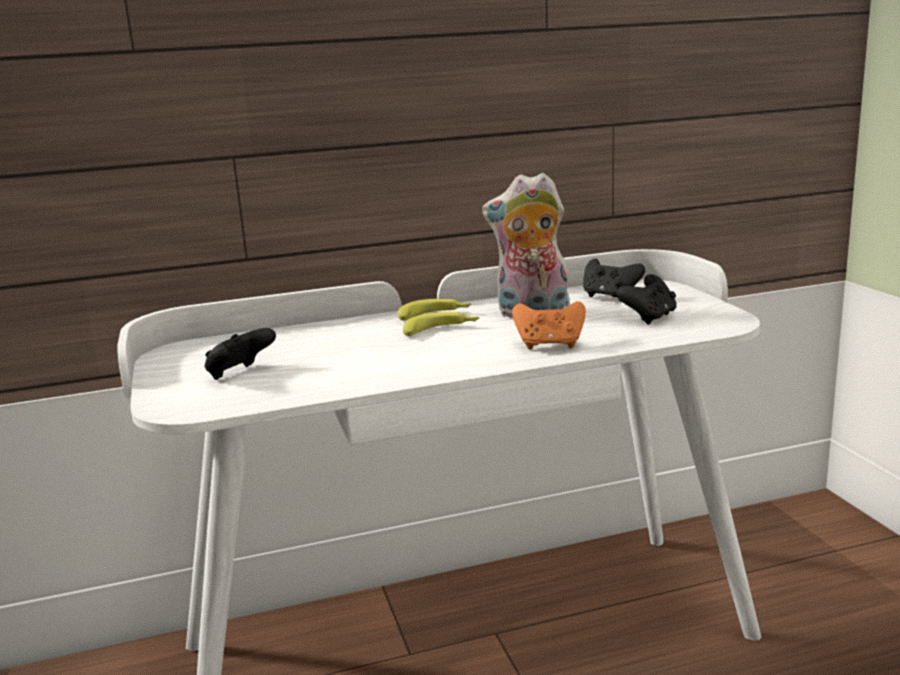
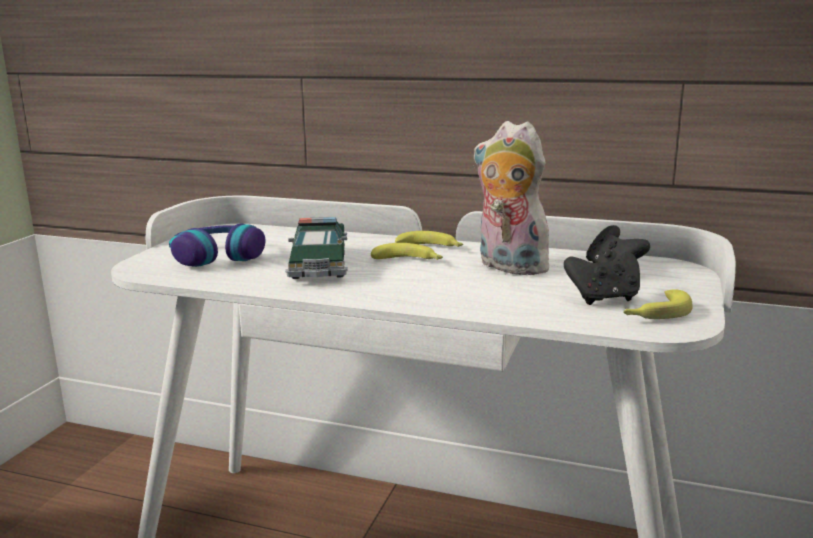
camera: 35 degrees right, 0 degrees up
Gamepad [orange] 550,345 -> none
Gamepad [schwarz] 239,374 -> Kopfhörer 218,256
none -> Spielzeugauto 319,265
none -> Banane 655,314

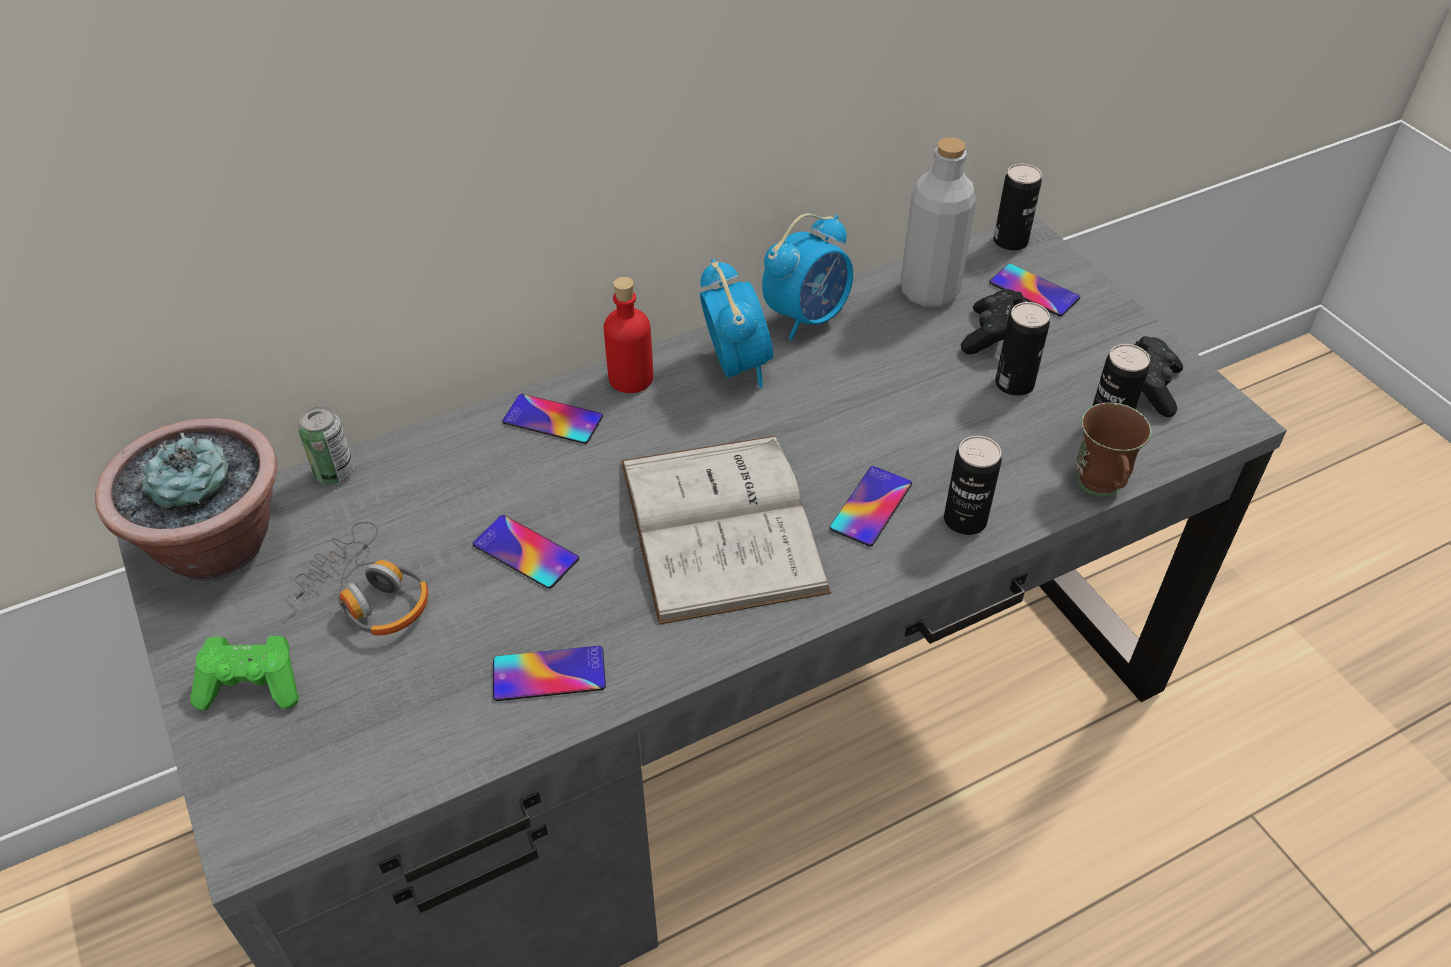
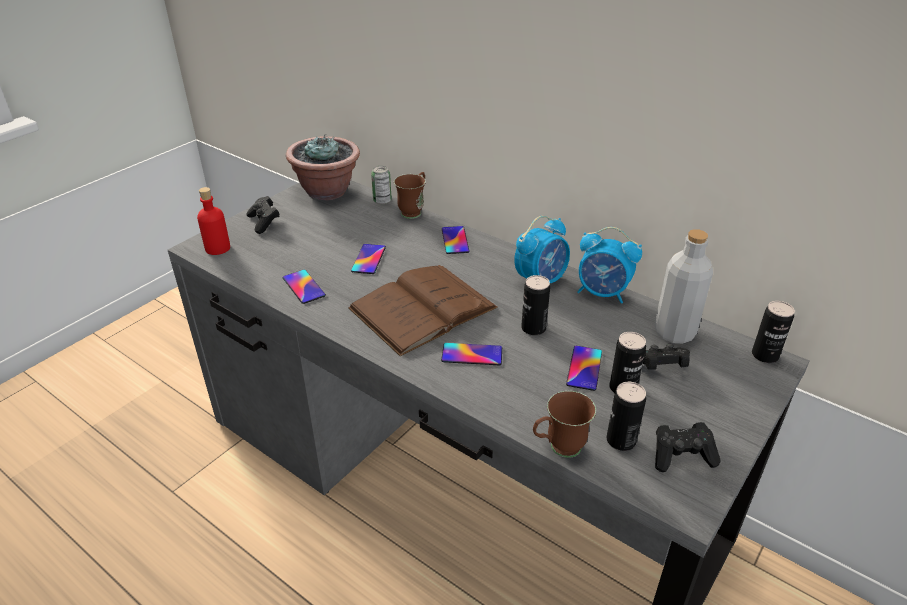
camera: 65 degrees right, 10 degrees down
Handy 1034,291 -> Handy 584,368, relocated
Flasche [rot] 630,378 -> Flasche [rot] 217,248, relocated
Buch [weiß] 721,525 -> Buch [braun] 422,308
Dose 965,520 -> Dose 533,328, relocated
Kopfhörer 369,594 -> none
Gamepad [grün] 253,685 -> Gamepad [schwarz] 264,222
none -> Henkelbecher [braun] 414,211

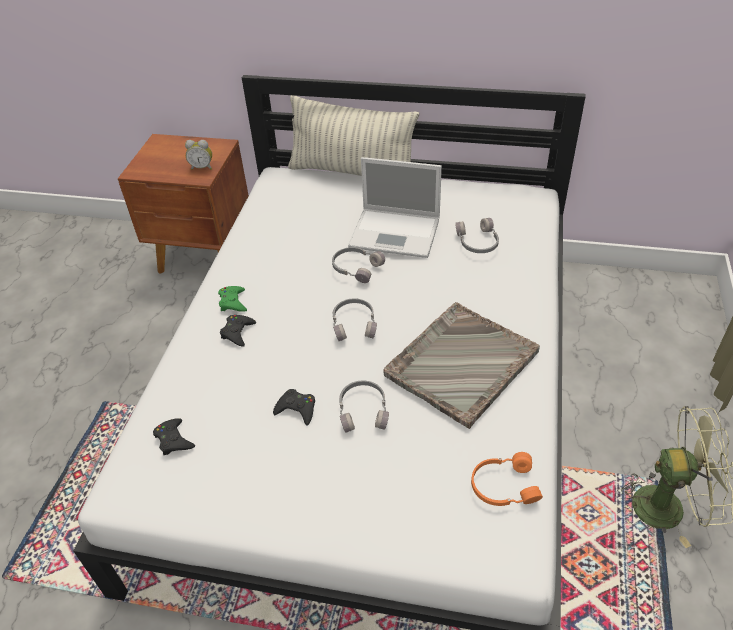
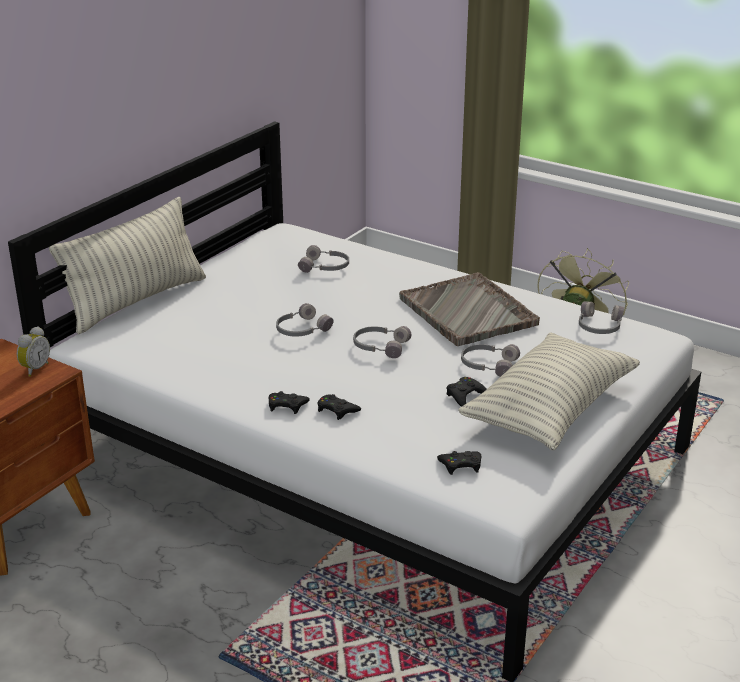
camera: 70 degrees left, 15 degrees down
Laptop 396,233 -> none
Gamepad [grün] 233,302 -> Gamepad [schwarz] 287,406
Kopfhörer [orange] 503,485 -> Kopfhörer [grau] 598,326
none -> Kissen 550,410

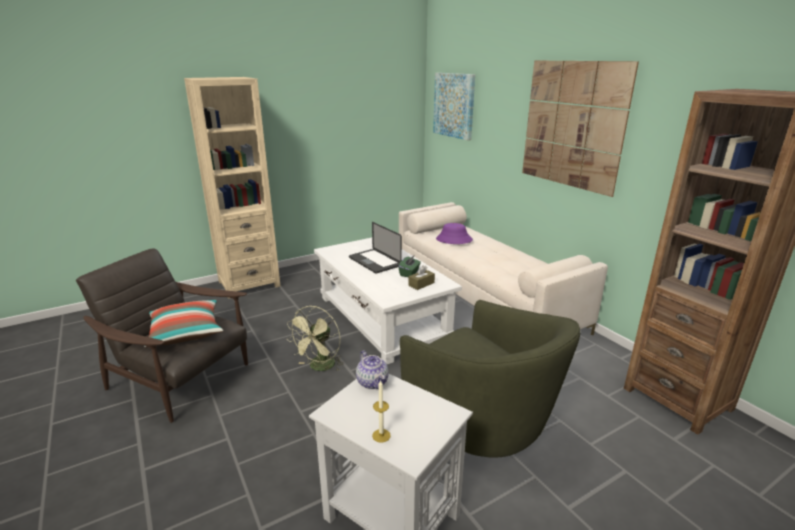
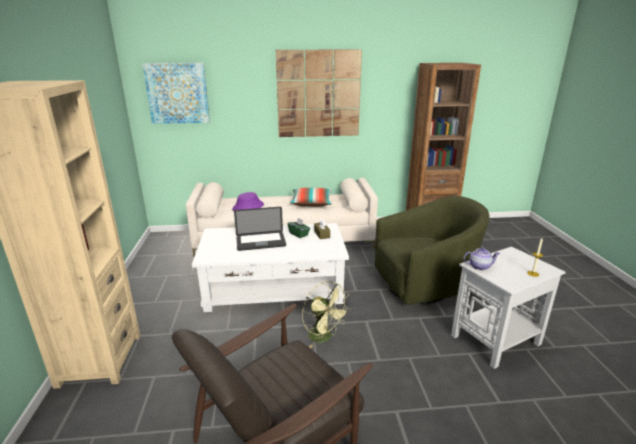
camera: 65 degrees left, 0 degrees up
Kissen 186,332 -> Kissen 311,203, relocated

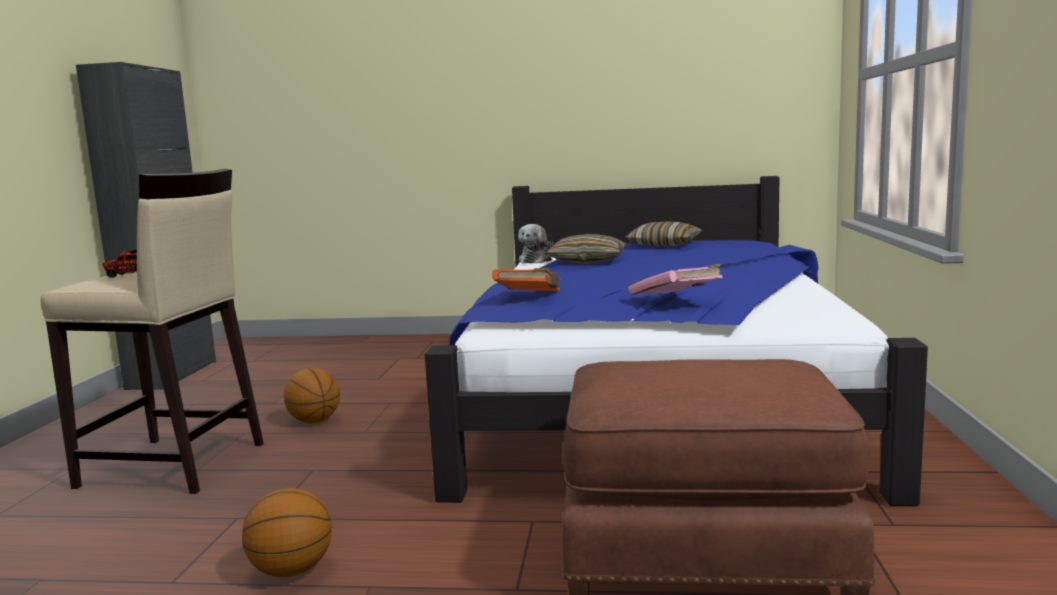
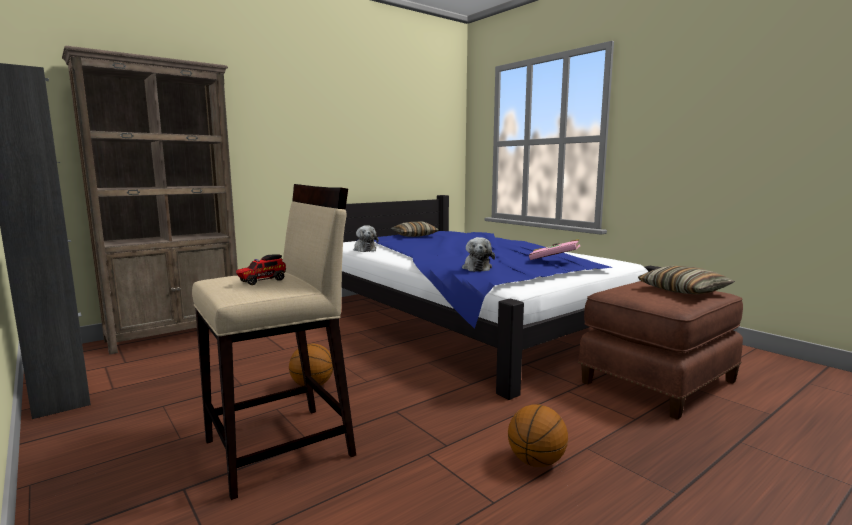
camera: 45 degrees left, 0 degrees up
Kissen 588,261 -> Kissen 683,291, relocated
Buch [orange] 530,298 -> Plüschtier 476,268
none -> Bücherregal [braun] 176,334

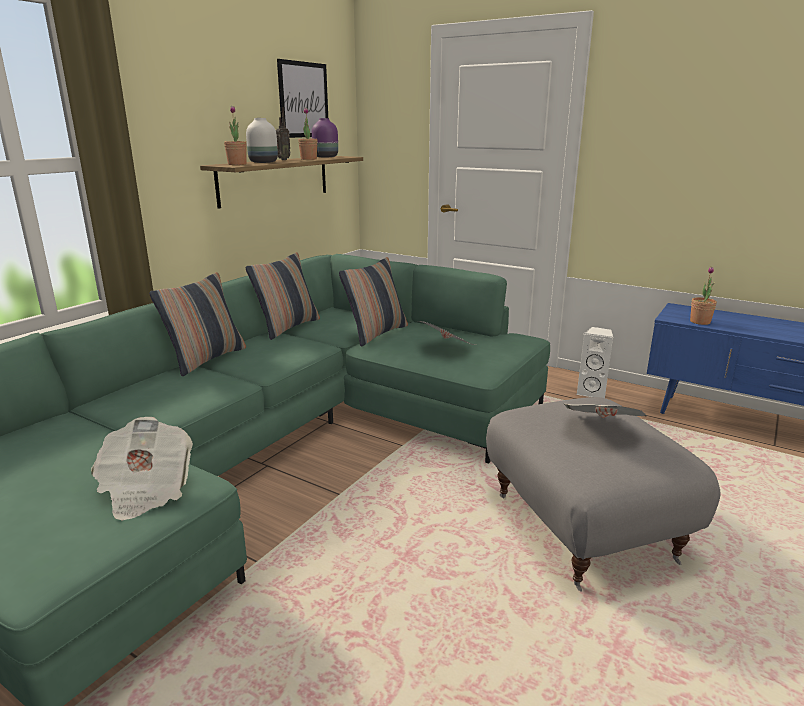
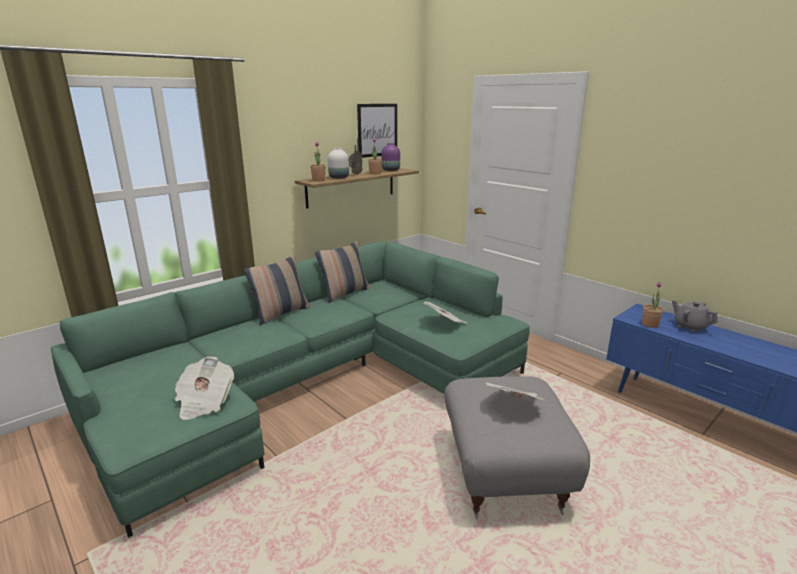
camera: 15 degrees right, 0 degrees up
Kissen 376,333 -> none
Lautsprecher [weiß] 592,392 -> none
none -> Teekanne [grau] 690,327

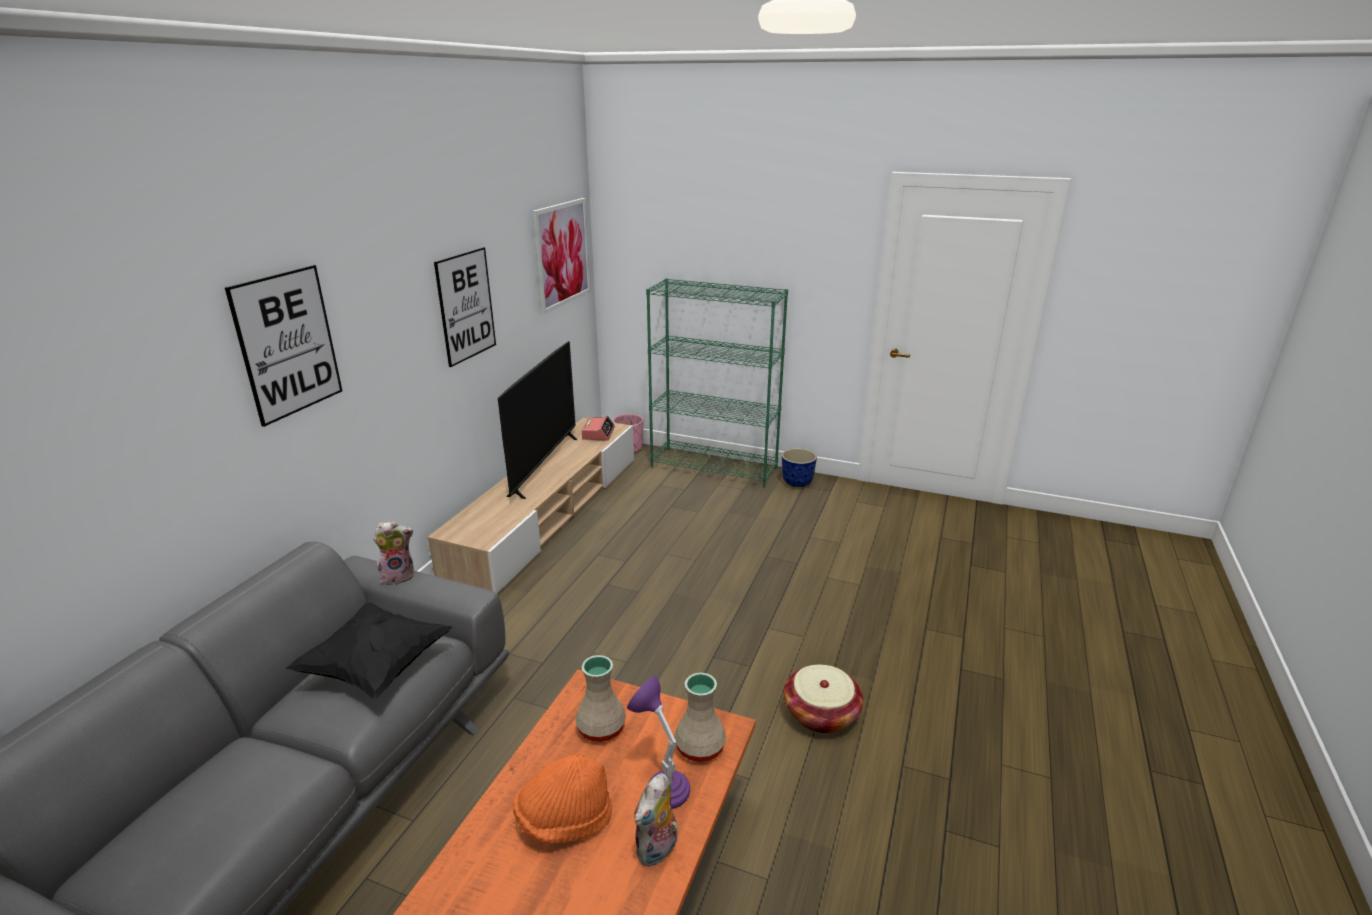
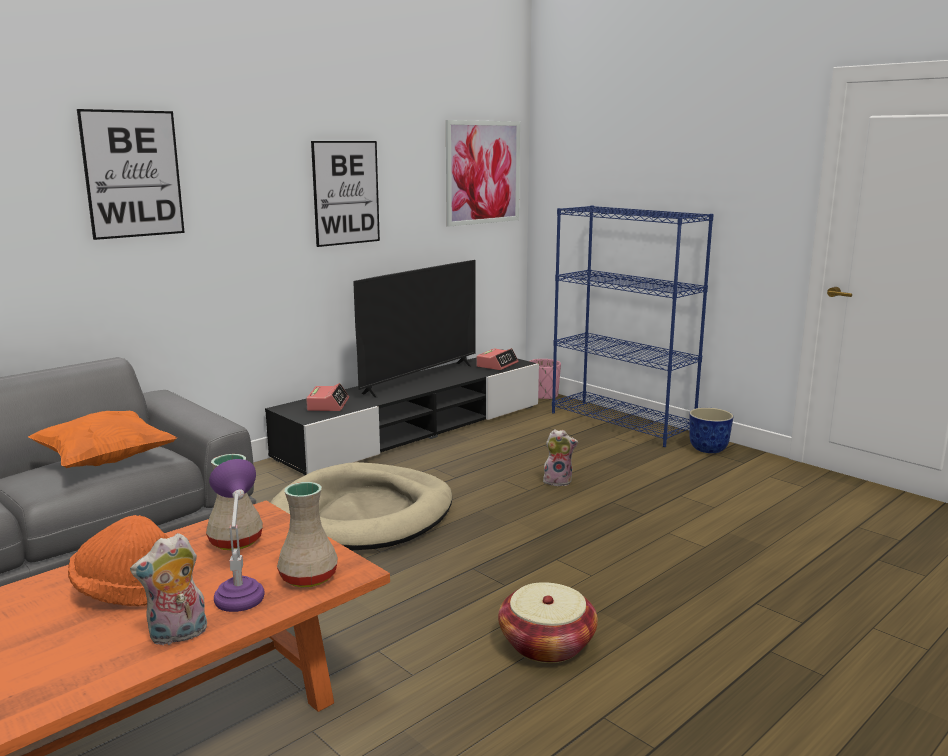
camera: 25 degrees right, 10 degrees down
Bücherregal [grün] 714,467 -> Bücherregal [blau] 622,423
Fernsehschrank [beige] 548,513 -> Fernsehschrank [schwarz] 415,430
Plüschtier 398,576 -> Plüschtier 558,481, relocated
Kissen [schwarz] 376,667 -> Kissen [orange] 105,461
none -> Wecker 328,405
none -> Hundebett [beige] 363,514

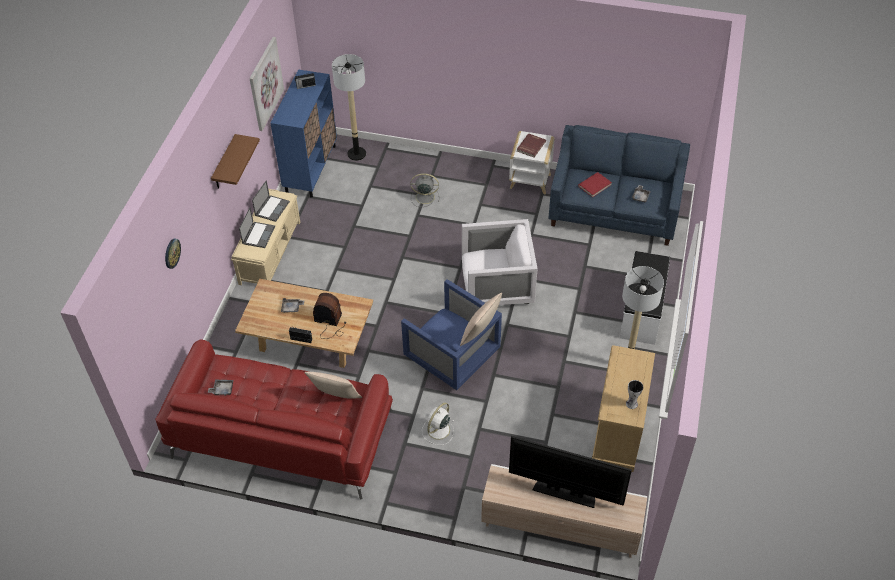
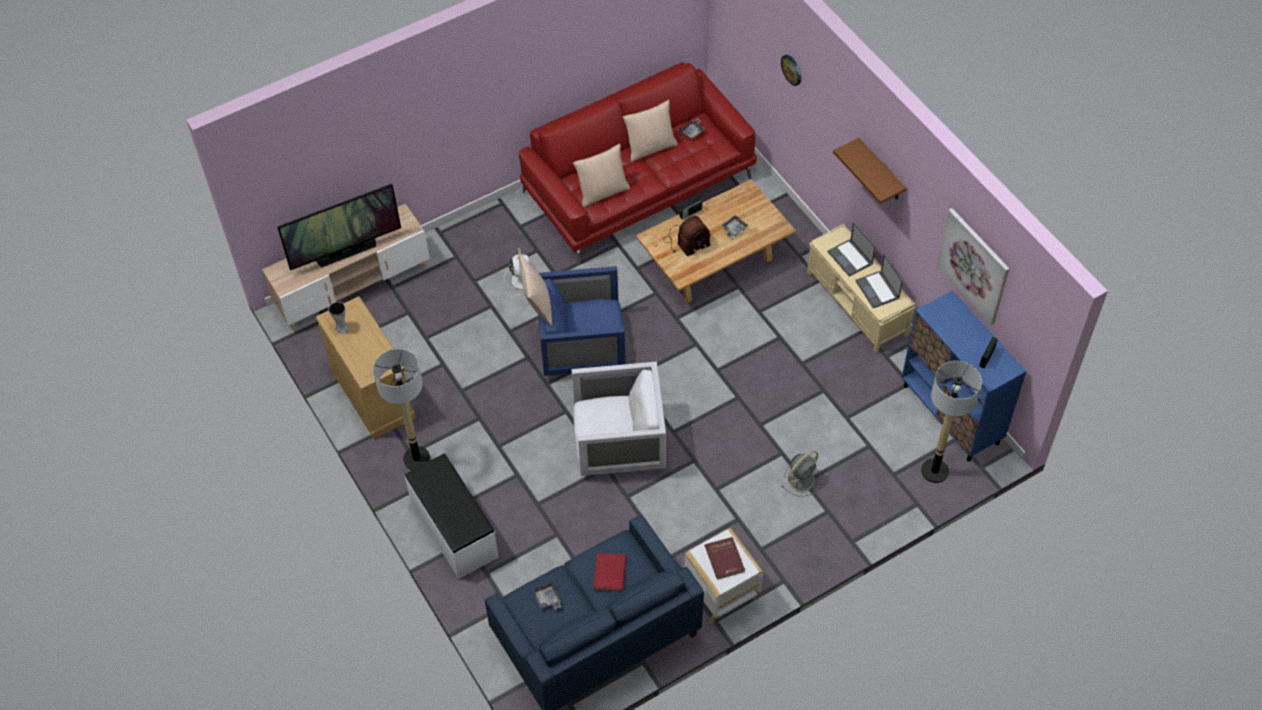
camera: 135 degrees right, 5 degrees up
Sessel [weiß] 496,285 -> Sessel [weiß] 618,442, 135 degrees counterclockwise
none -> Kissen [beige] 650,147

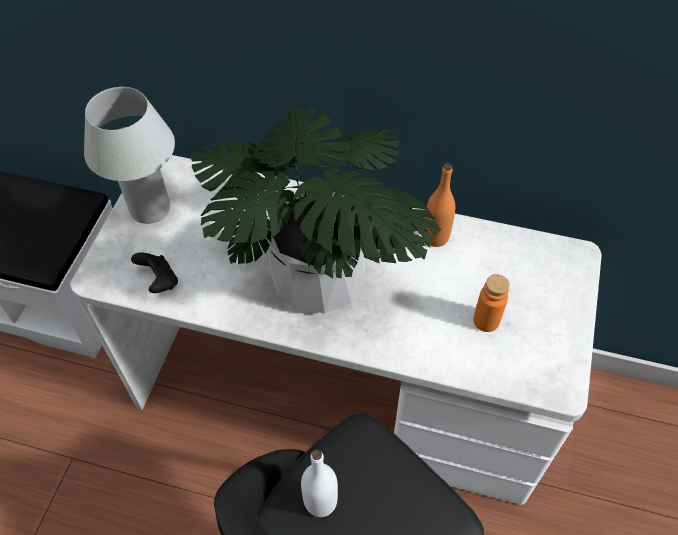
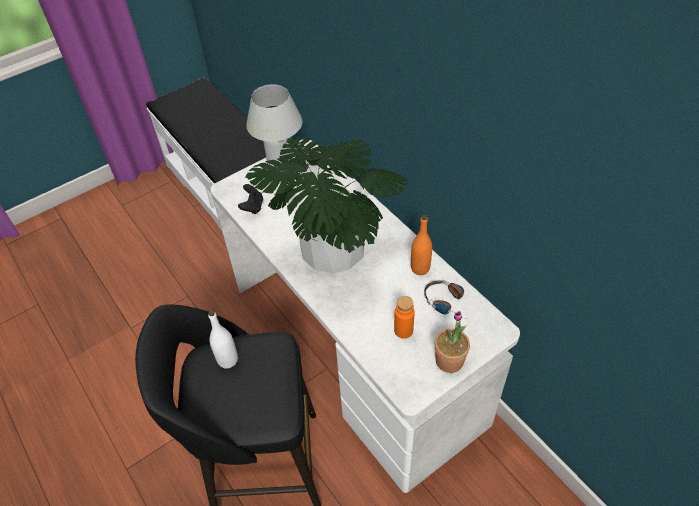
camera: 40 degrees right, 5 degrees down
none -> Kopfhörer 448,303
none -> Topfpflanze 449,361

